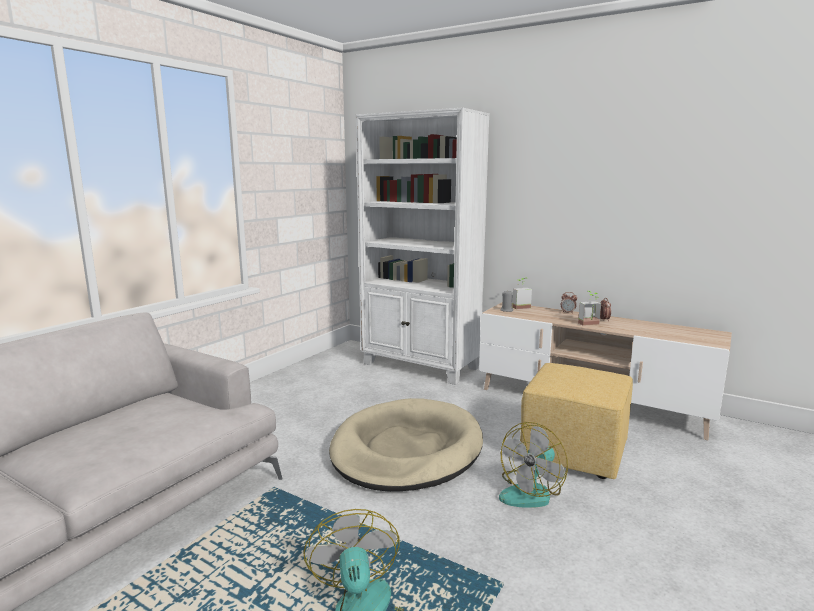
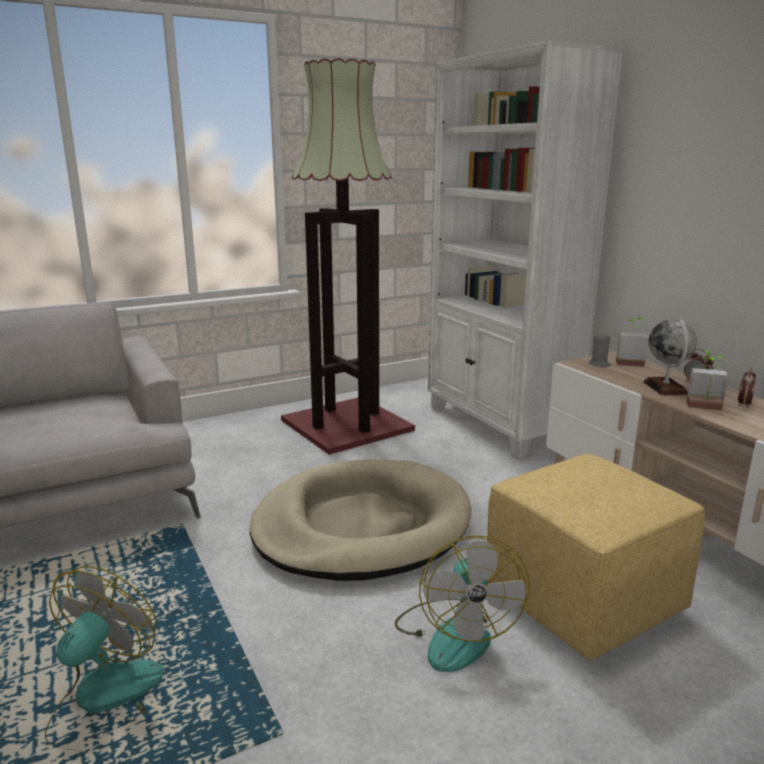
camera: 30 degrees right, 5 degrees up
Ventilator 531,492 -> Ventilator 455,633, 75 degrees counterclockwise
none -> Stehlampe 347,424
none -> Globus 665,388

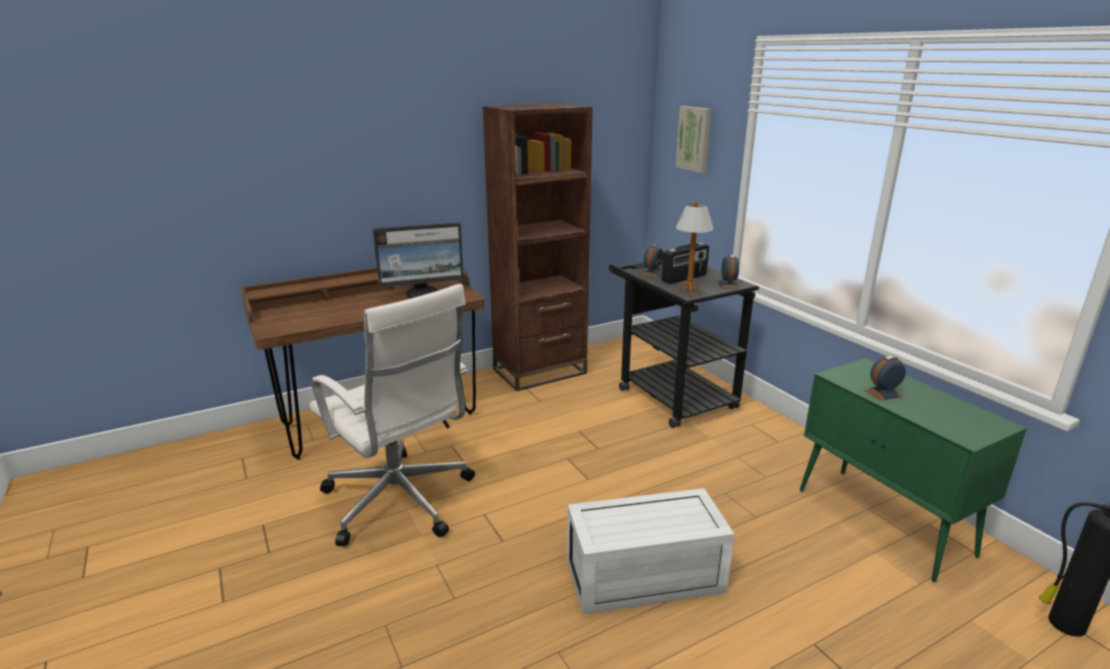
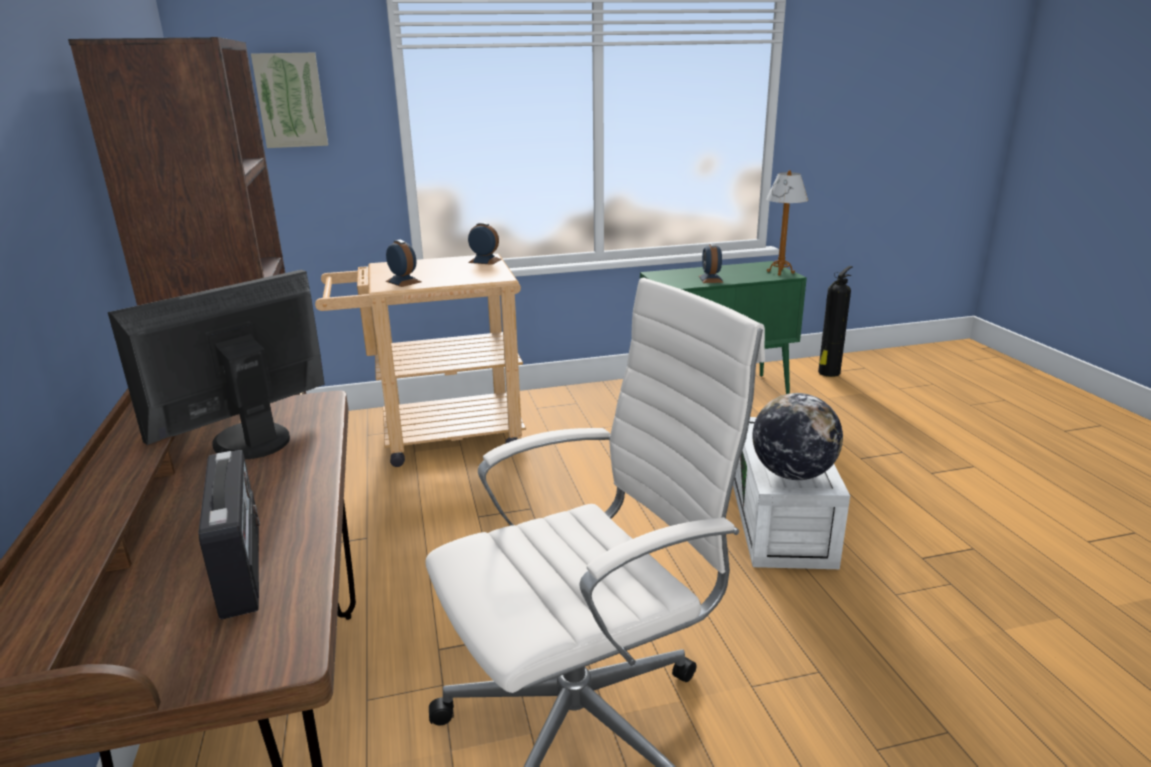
camera: 75 degrees left, 0 degrees up
Tischlampe 689,293 -> Tischlampe 780,272, relocated
Monitor 423,294 -> Monitor 249,441, 135 degrees counterclockwise
Radio 684,278 -> Radio 243,568, relocated
Rollwagen [schwarz] 670,394 -> Rollwagen [beige] 437,437
none -> Globus 792,474

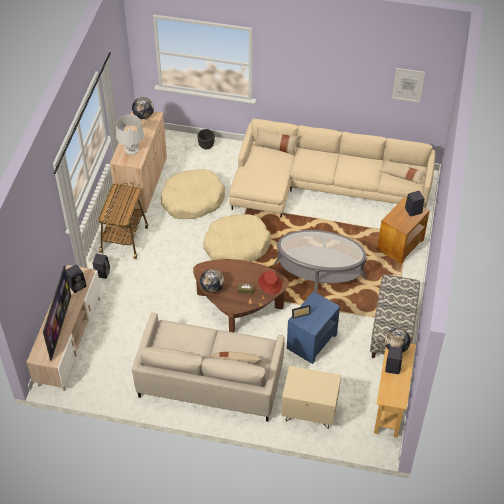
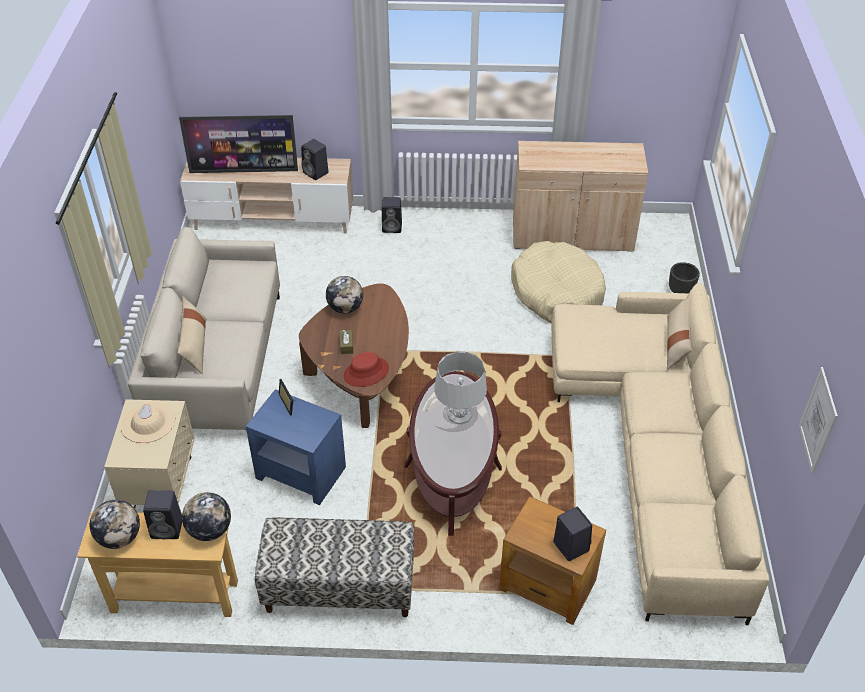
camera: 80 degrees right, 5 degrees down
Globus 143,116 -> Globus 120,537, relocated
Tischlampe [grau] 131,150 -> Tischlampe [grau] 459,414, relocated
Kissen [beige] 401,175 -> none
Rollwagen 124,238 -> none
Hundebett [beige] 236,246 -> none
Couchtisch [grau] 319,271 -> Couchtisch [braun] 453,467
none -> Hut [beige] 148,422

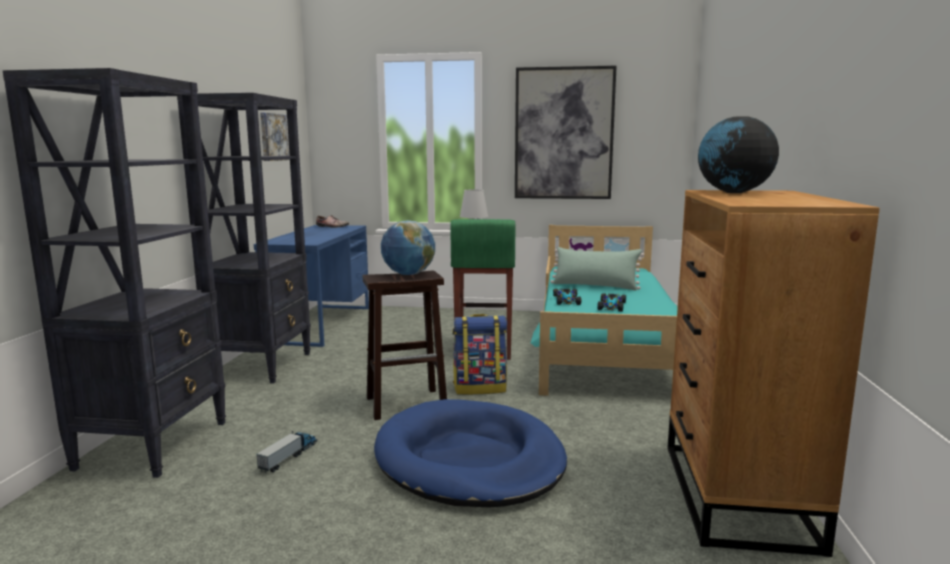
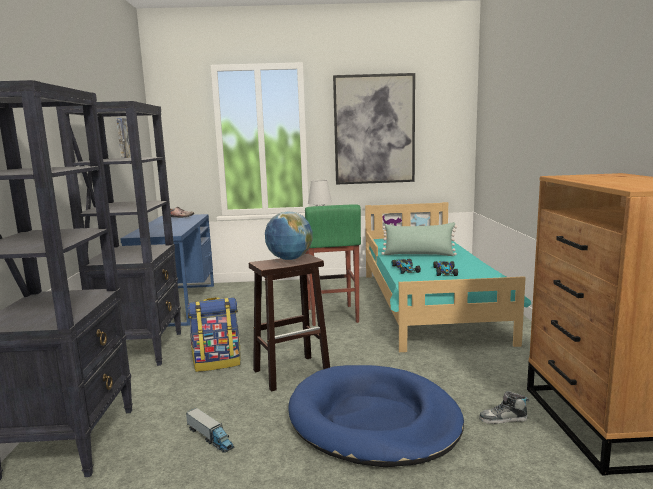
camera: 10 degrees left, 0 degrees up
Globus 733,192 -> none
Rucksack 480,388 -> Rucksack 217,363, relocated
Spielzeuglaster 289,457 -> Spielzeuglaster 210,438, 120 degrees clockwise
none -> Schuh 503,419

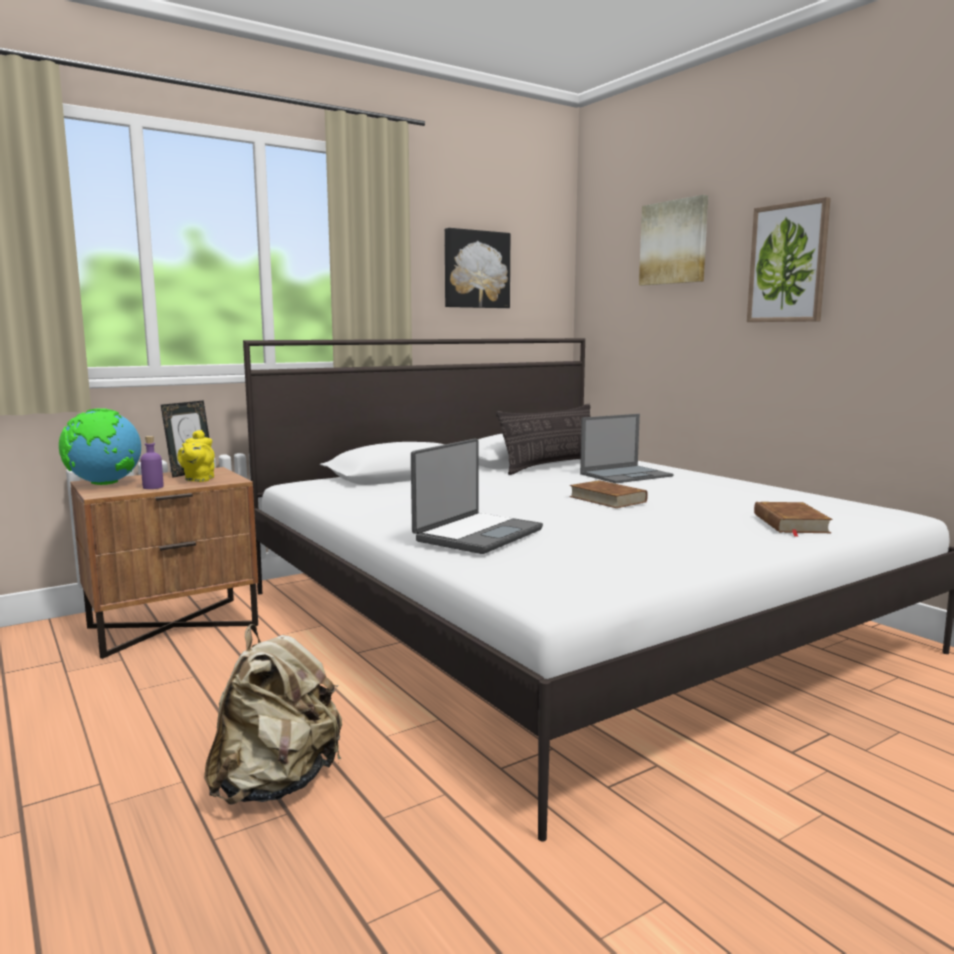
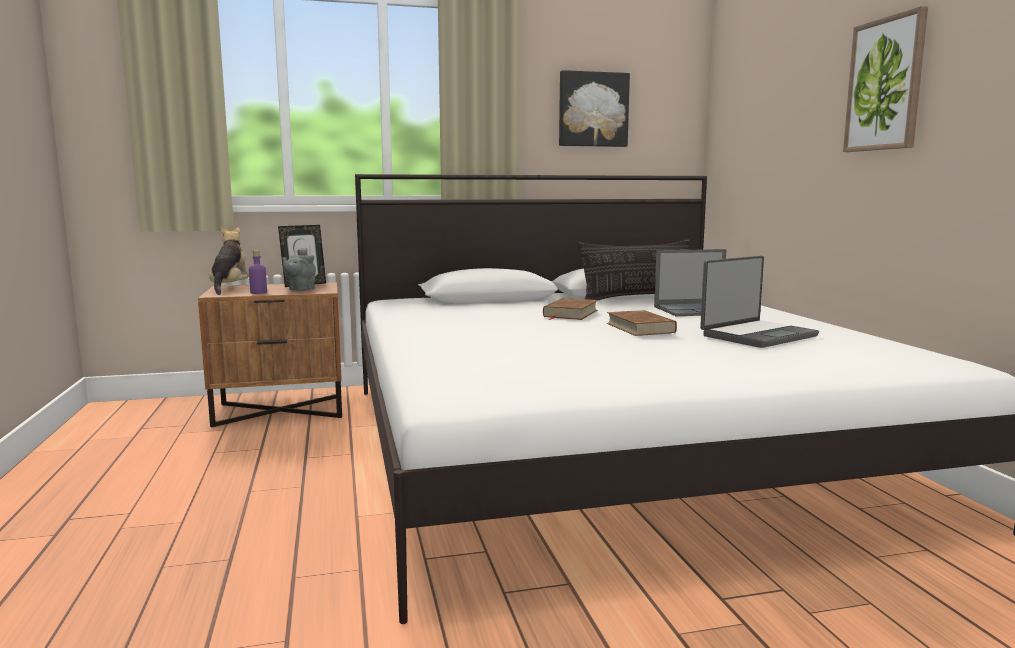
camera: 20 degrees right, 0 degrees up
Bild 674,242 -> none
Globus 104,484 -> Plüschtier 230,289
Teekanne [gelb] 198,479 -> Teekanne [grau] 300,289
Laptop 477,535 -> Laptop 757,335, relocated
Buch [braun] 790,523 -> Buch [braun] 570,313, relocated
Rucksack [beige] 277,783 -> none

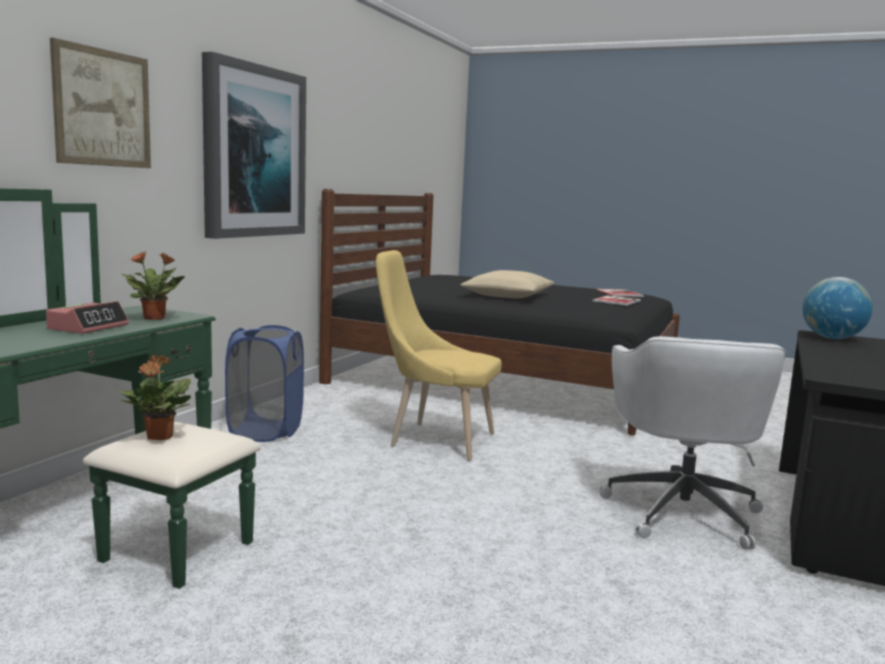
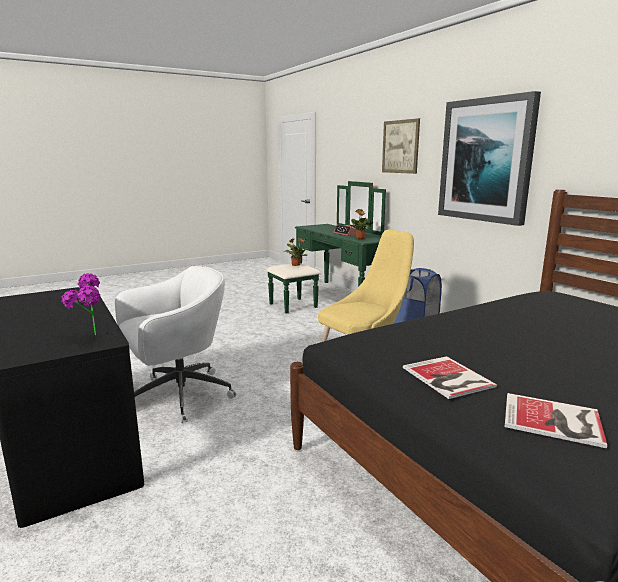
camera: 125 degrees right, 5 degrees up
Kissen [beige] 507,295 -> none
Globus 832,338 -> Topfpflanze 89,337
Bürostuhl [weiß] 682,511 -> Bürostuhl [weiß] 178,396, 105 degrees clockwise

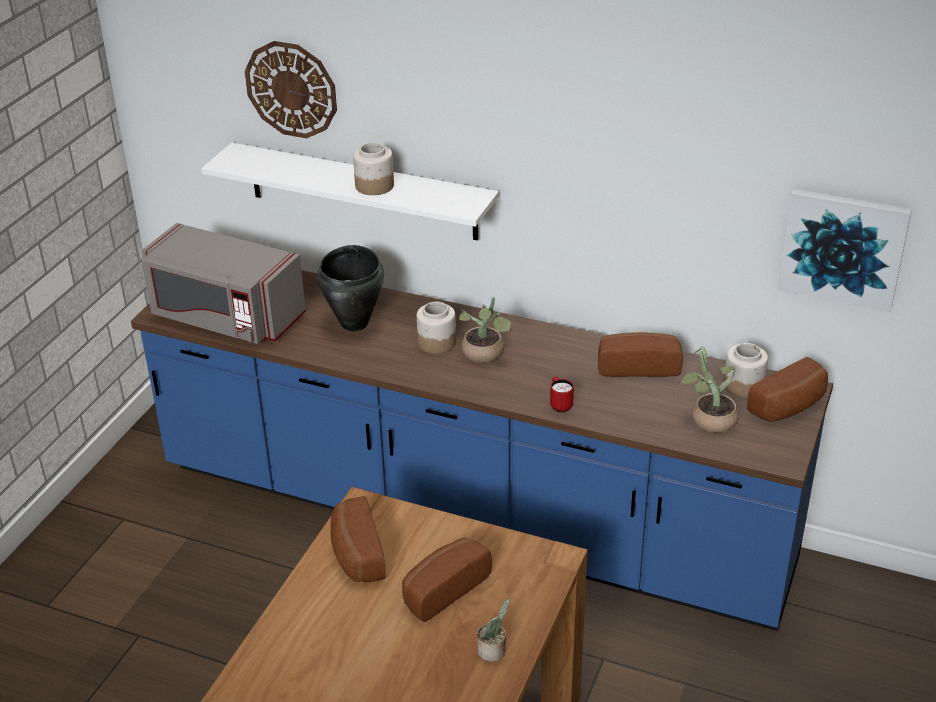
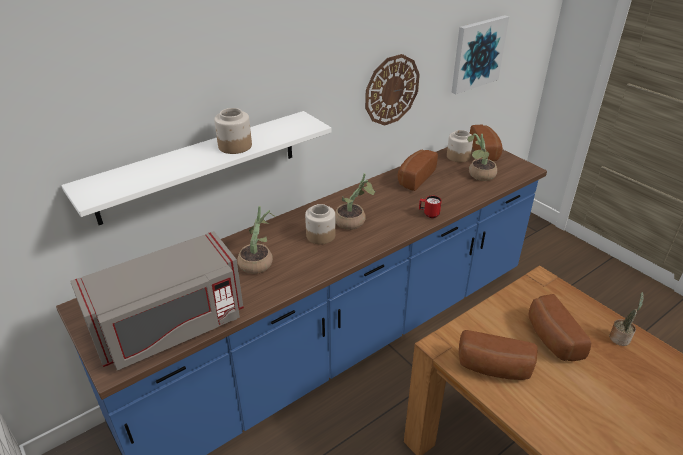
camera: 60 degrees left, 0 degrees up
Wanduhr 291,89 -> Wanduhr 391,90, relocated
Kochtopf [schwarz] 355,323 -> Topfpflanze 259,262

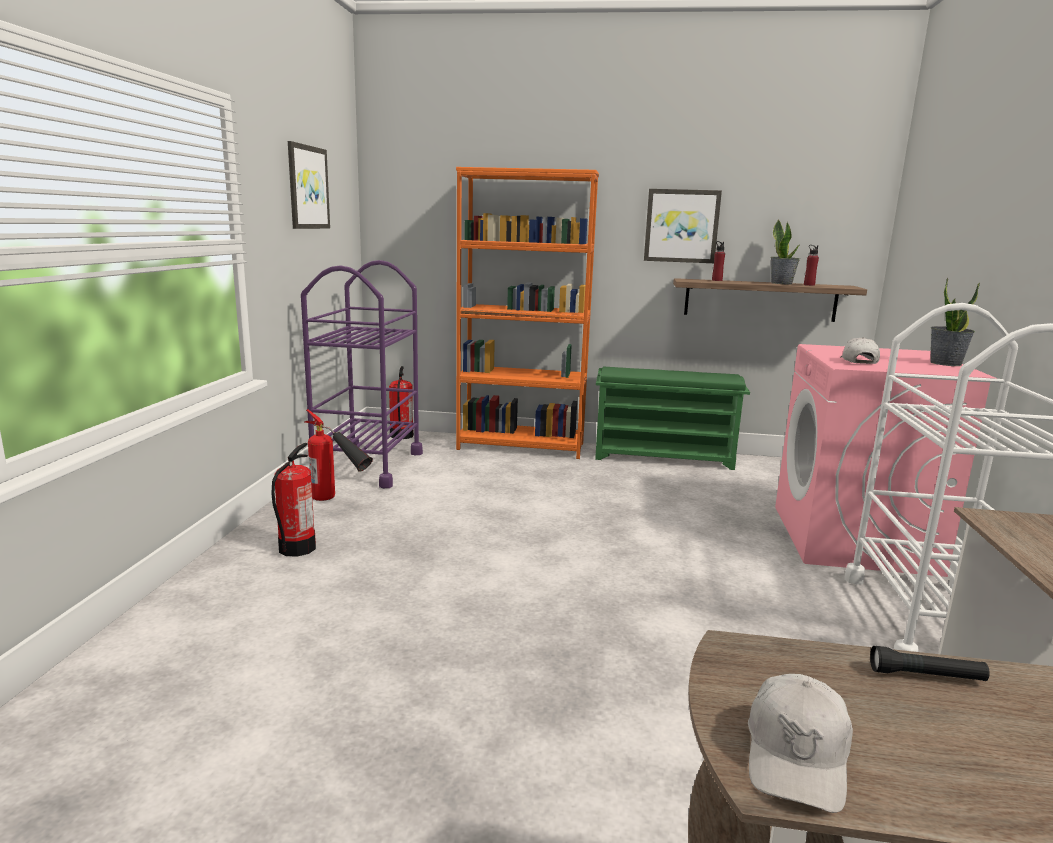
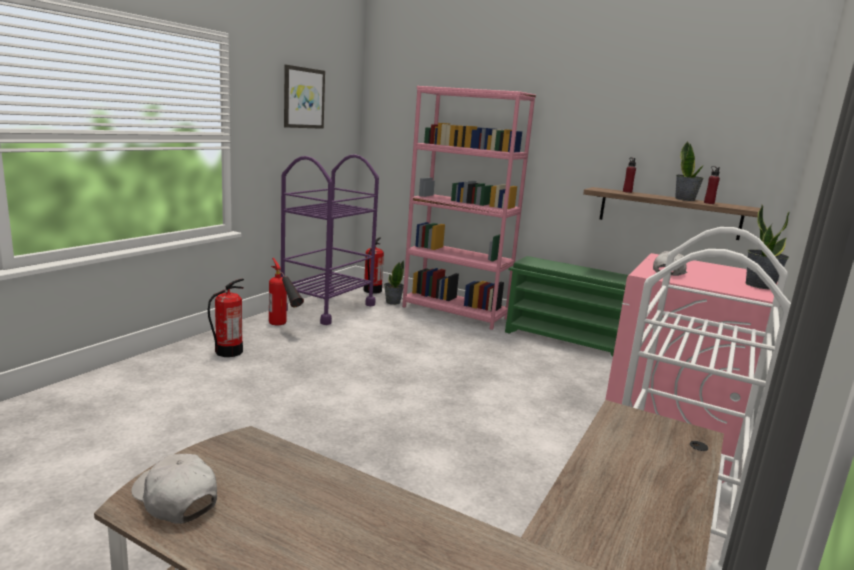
camera: 20 degrees right, 0 degrees up
Bücherregal [orange] 521,446 -> Bücherregal [rosa] 455,312
Bild 681,226 -> none
Taschenlampe [schwarz] 926,675 -> none
Kappe [weiß] 797,755 -> Kappe [weiß] 175,498, 90 degrees clockwise
none -> Topfpflanze 392,302

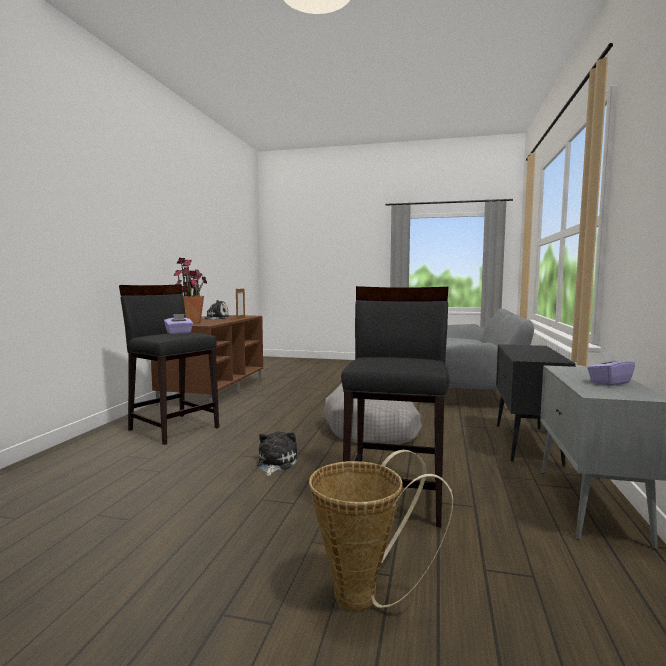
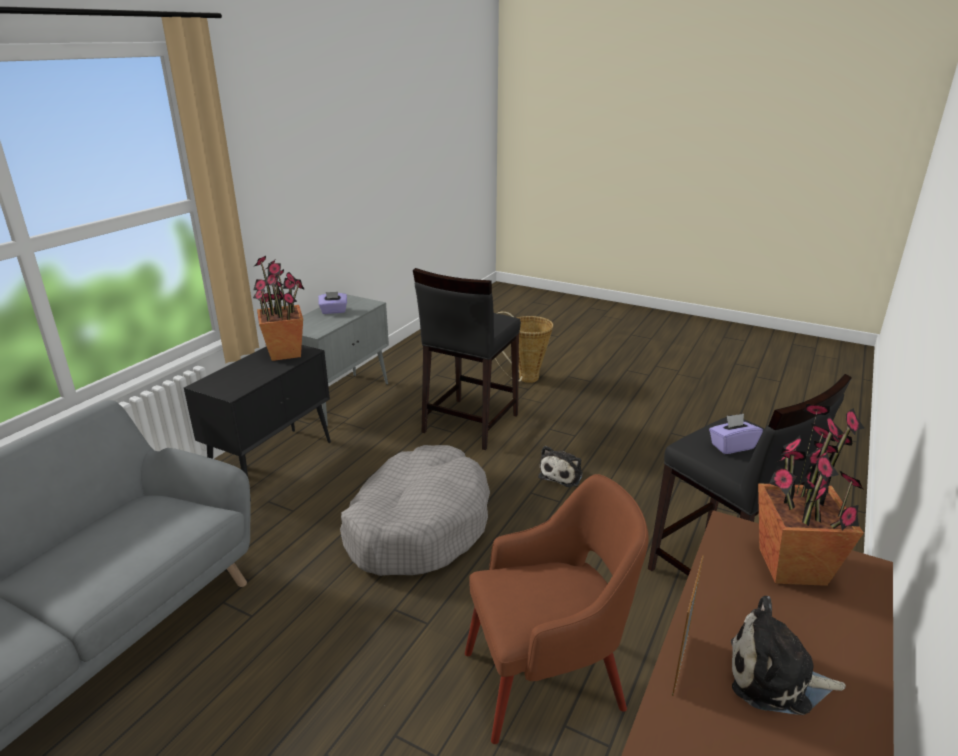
camera: 165 degrees left, 20 degrees up
none -> Topfpflanze 285,353
none -> Sessel [braun] 548,679

